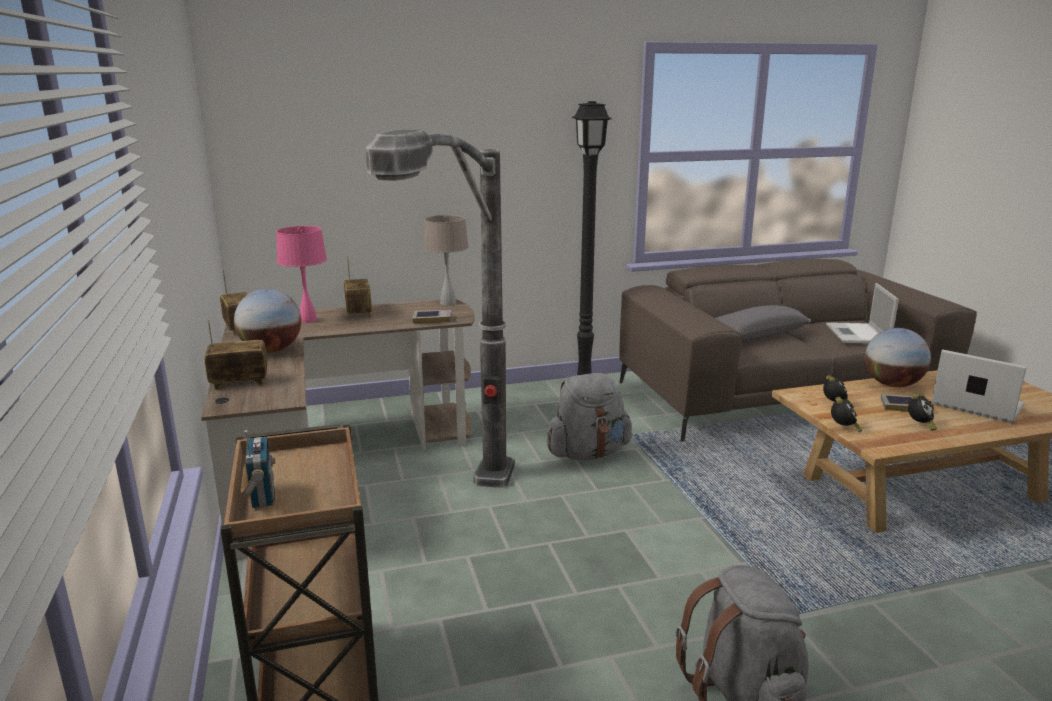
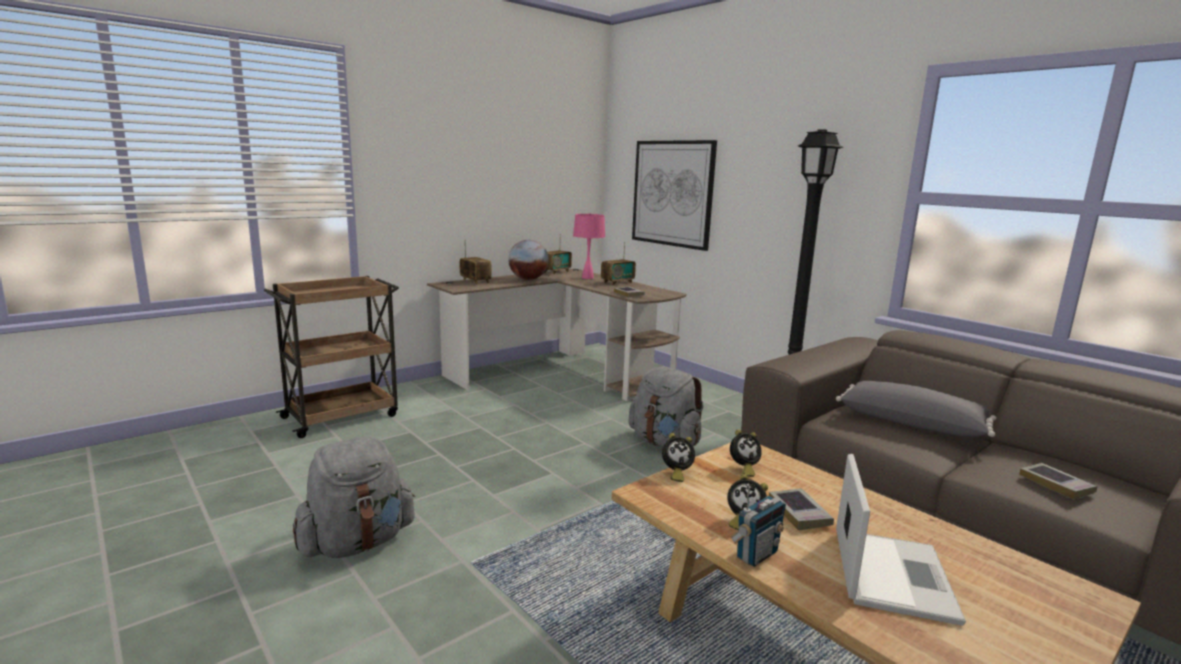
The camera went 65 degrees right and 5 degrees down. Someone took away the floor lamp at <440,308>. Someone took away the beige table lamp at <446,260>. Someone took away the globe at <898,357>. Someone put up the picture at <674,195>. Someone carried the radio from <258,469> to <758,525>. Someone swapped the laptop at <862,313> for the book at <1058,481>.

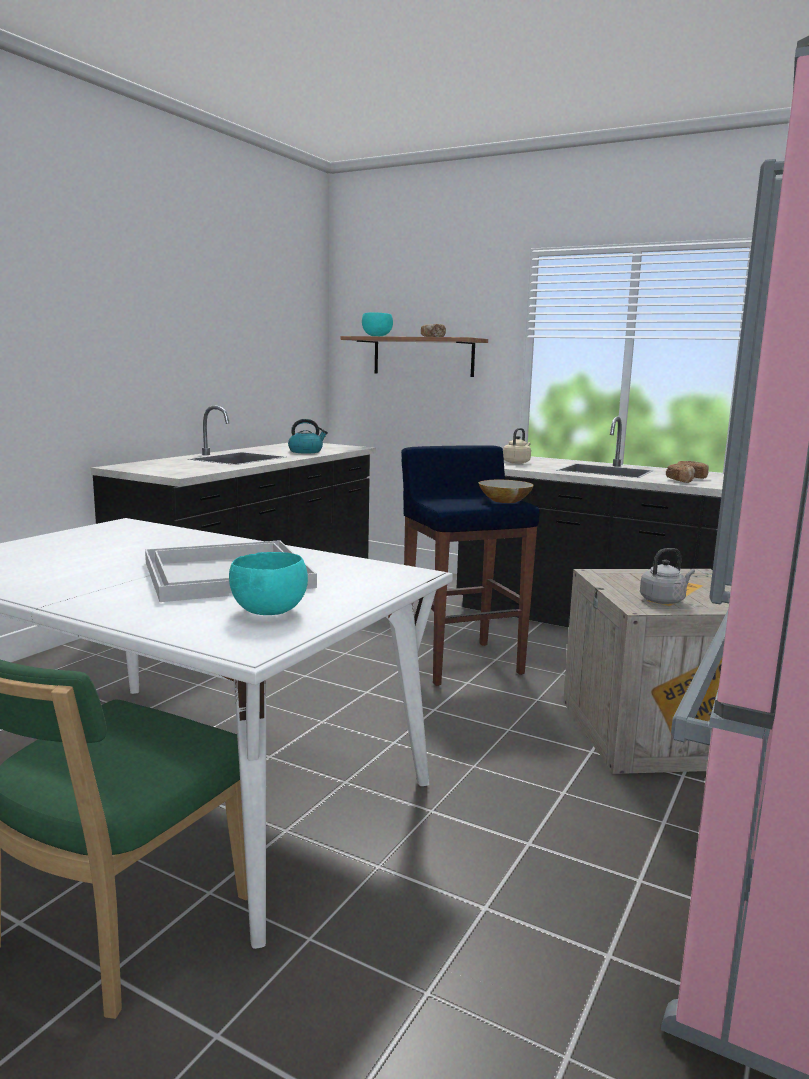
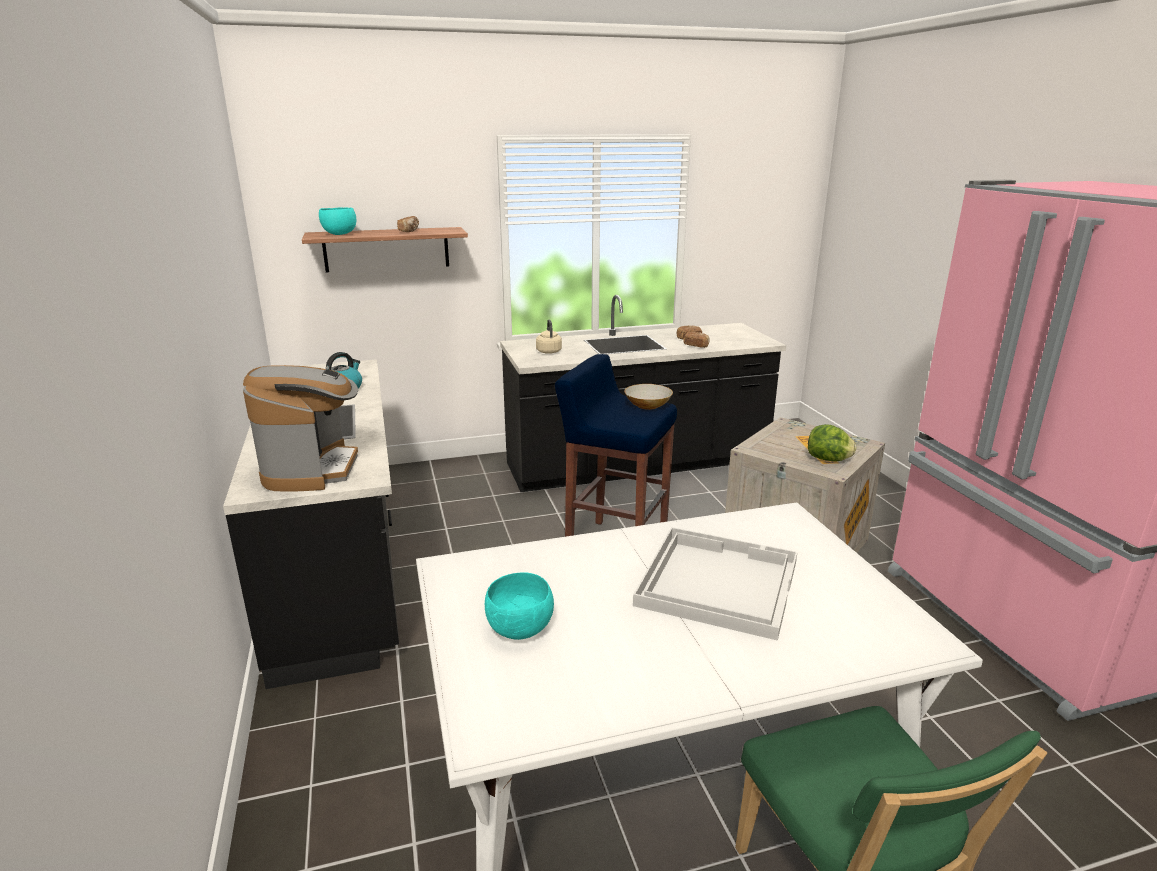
The camera went 45 degrees left and 10 degrees up. Someone put down the coffee machine at <300,428>. Someone carried the turquoise bowl from <268,583> to <519,606>. Someone swapped the grey kettle at <667,576> for the lettuce at <832,443>.

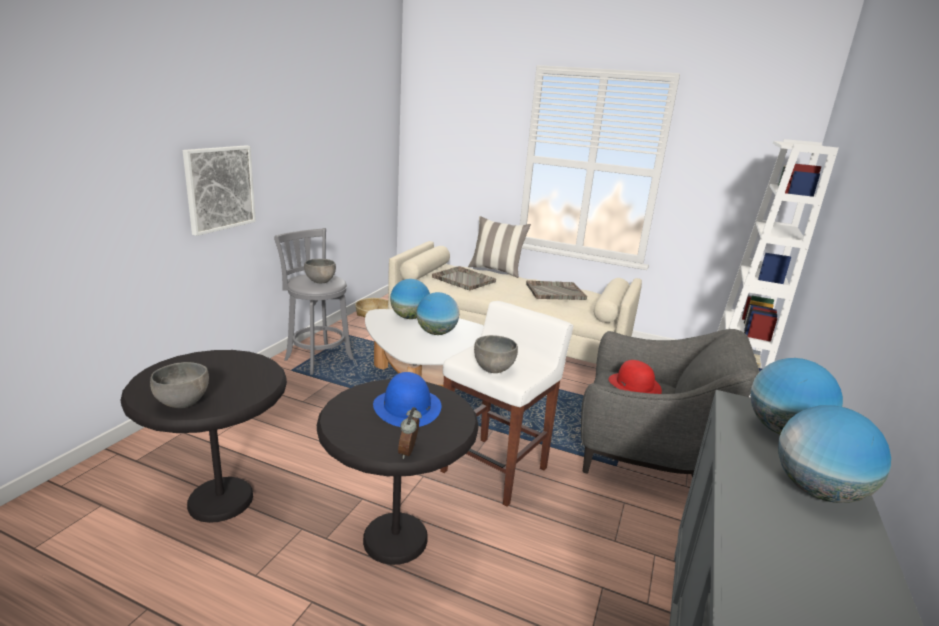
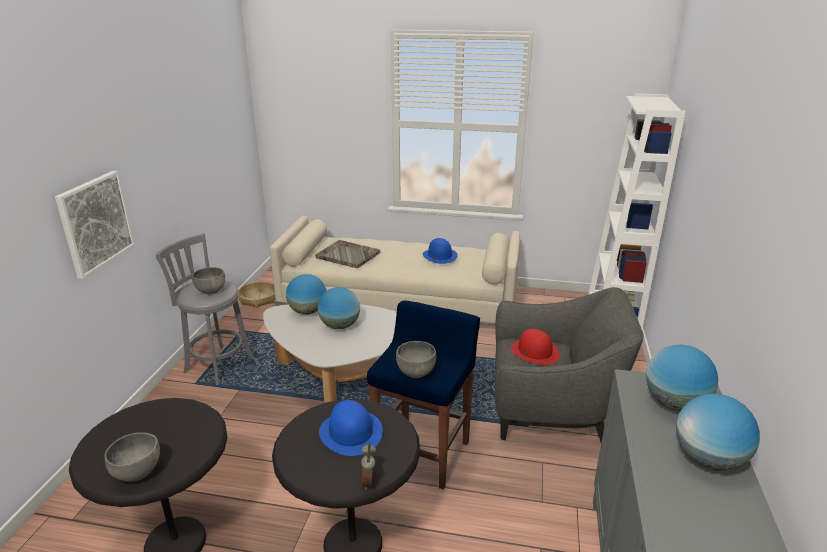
The camera went 10 degrees left and 5 degrees up. Someone took away the pillow at <499,247>. Someone swapped the grey tray at <556,290> for the blue hat at <440,251>. Someone repainted the white stool at <506,404>, which became the blue stool at <423,395>.

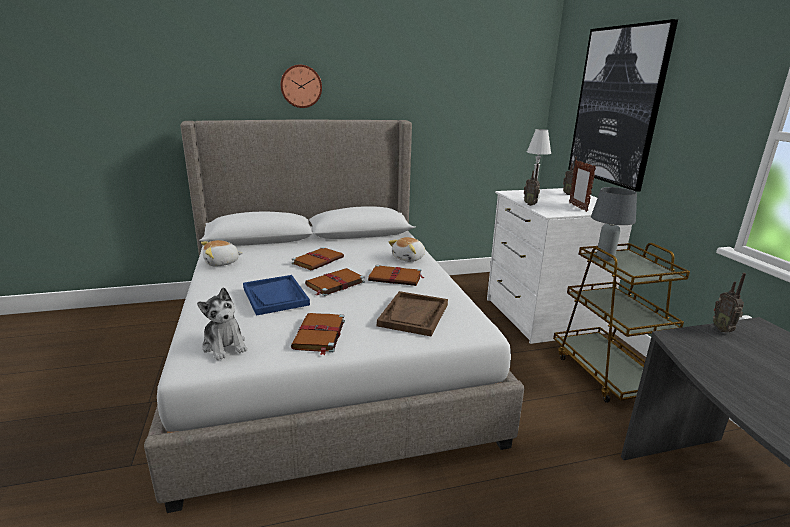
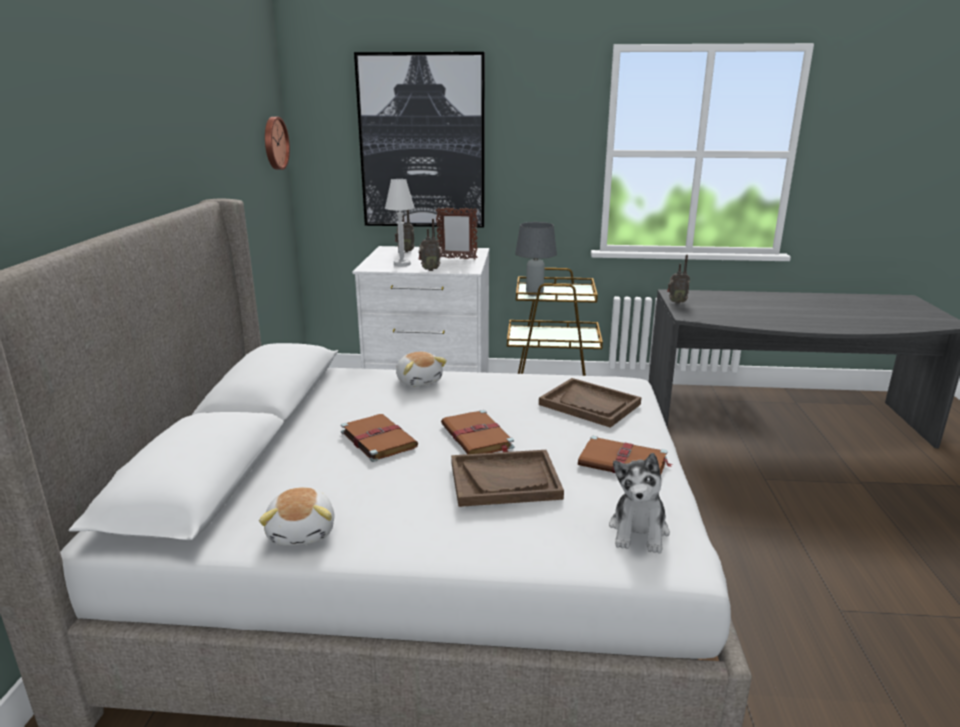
The camera went 70 degrees left and 0 degrees up. Someone took away the brown book at <396,275>. Someone carried the wall clock from <301,86> to <277,143>. Someone repainted the blue tray at <276,295>, which became the brown tray at <507,478>. Someone rotated the plush toy at <222,323> by 120 degrees clockwise.

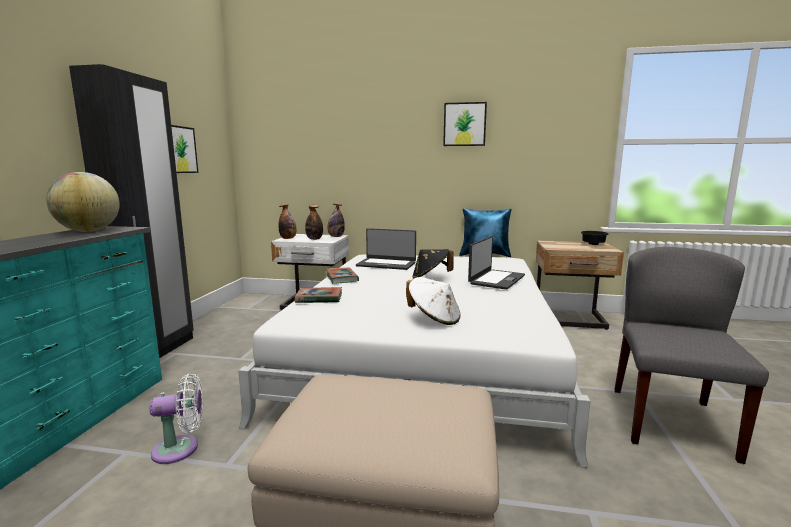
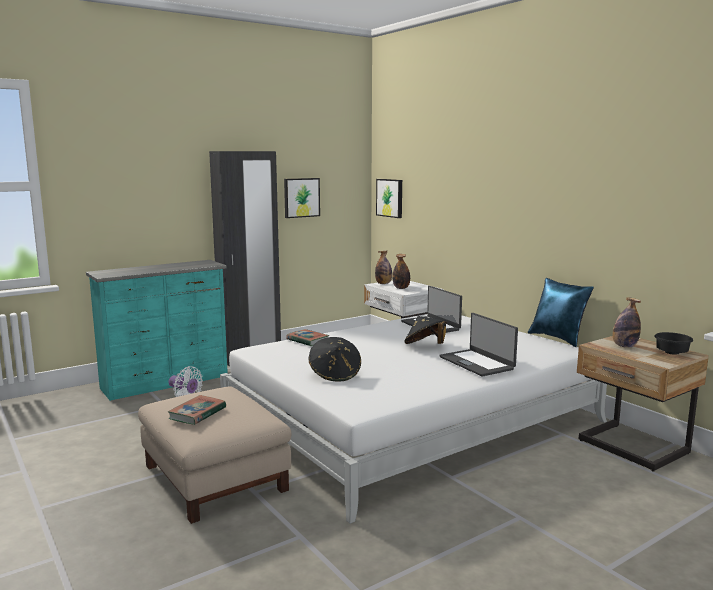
The camera went 45 degrees right and 0 degrees up. Someone took away the globe at <83,202>. Someone took away the grey chair at <691,355>. Someone carried the book from <342,276> to <197,410>. Someone carried the bottle from <336,220> to <627,322>. Someone carried the picture from <465,124> to <389,198>. Someone repainted the white hat at <433,301>, which became the black hat at <334,359>. Someone rotated the laptop at <496,263> by 75 degrees clockwise.

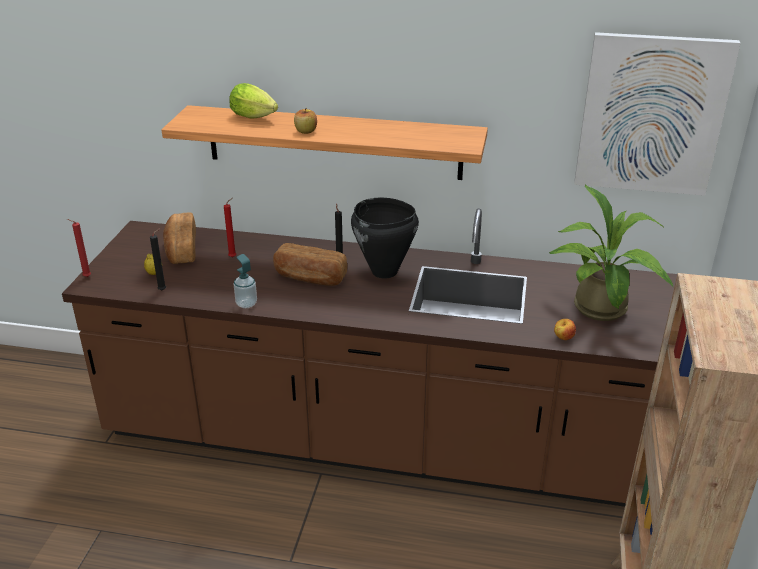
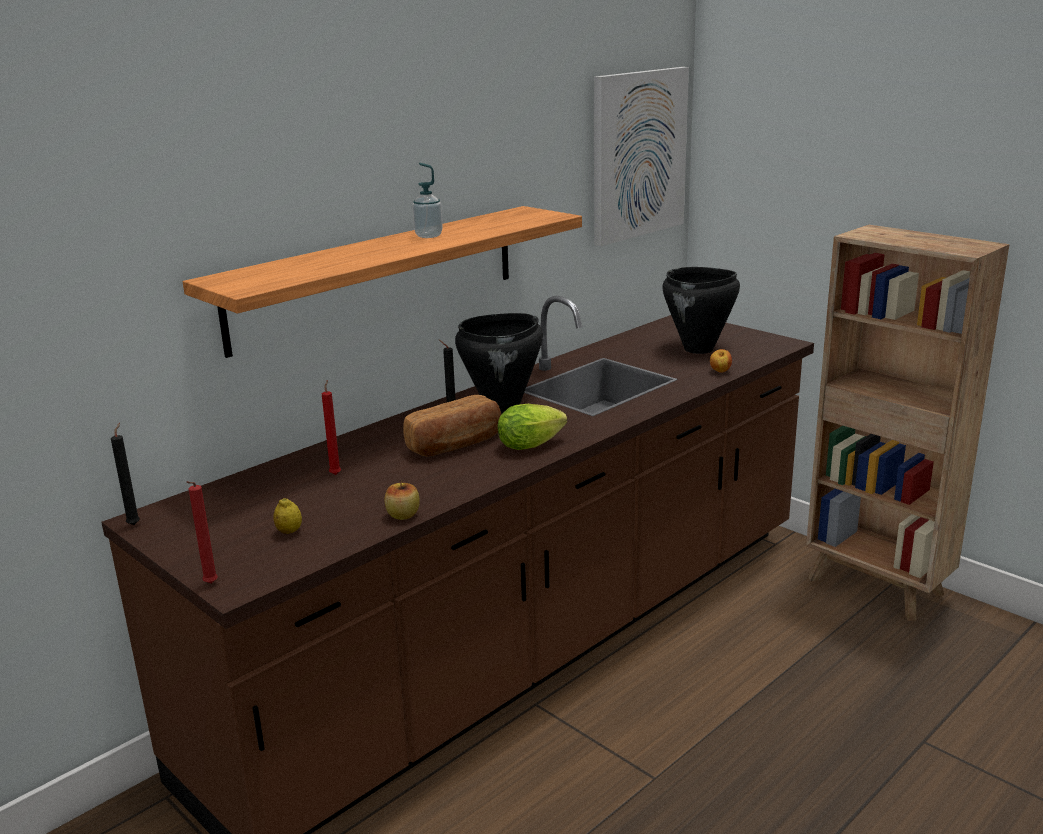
The camera went 55 degrees left and 10 degrees down. Someone took away the bread at <179,238>. Someone carried the black candle from <158,260> to <125,474>. Someone carried the lettuce from <253,101> to <532,427>. Someone carried the soap dispenser from <245,281> to <428,200>. Someone carried the apple from <305,121> to <402,500>. Someone swapped the potted plant at <611,252> for the black cooking pot at <701,310>.

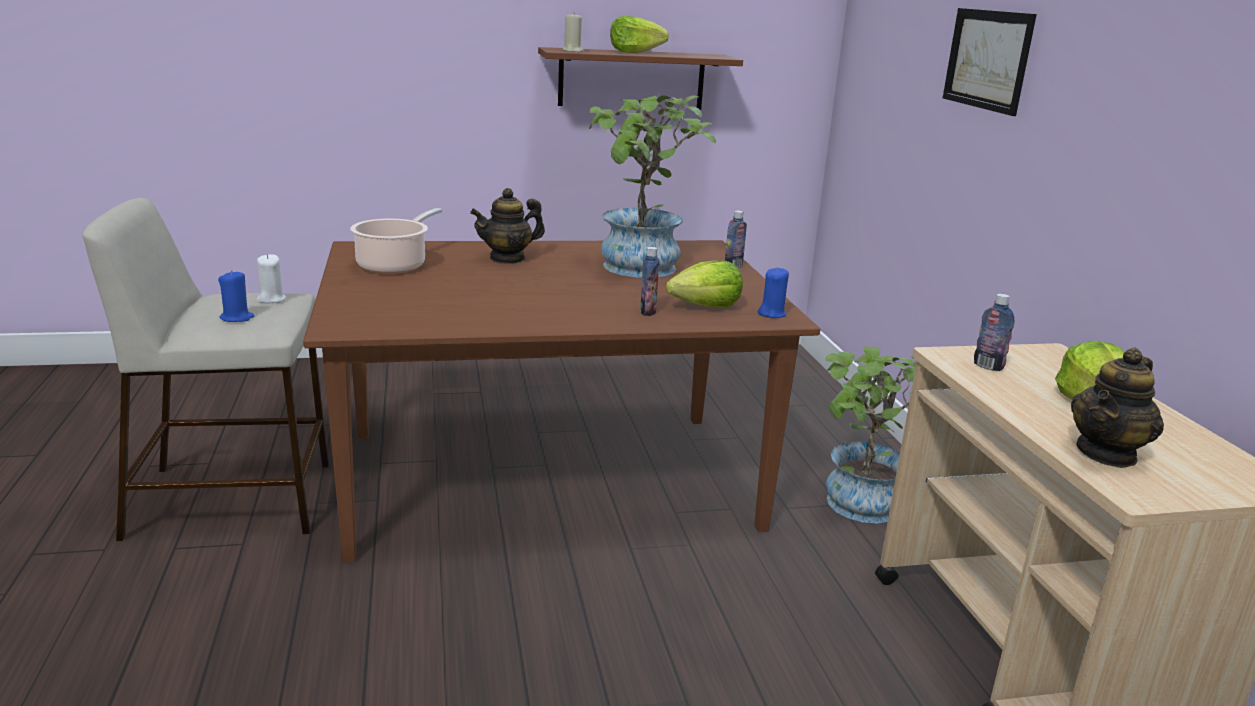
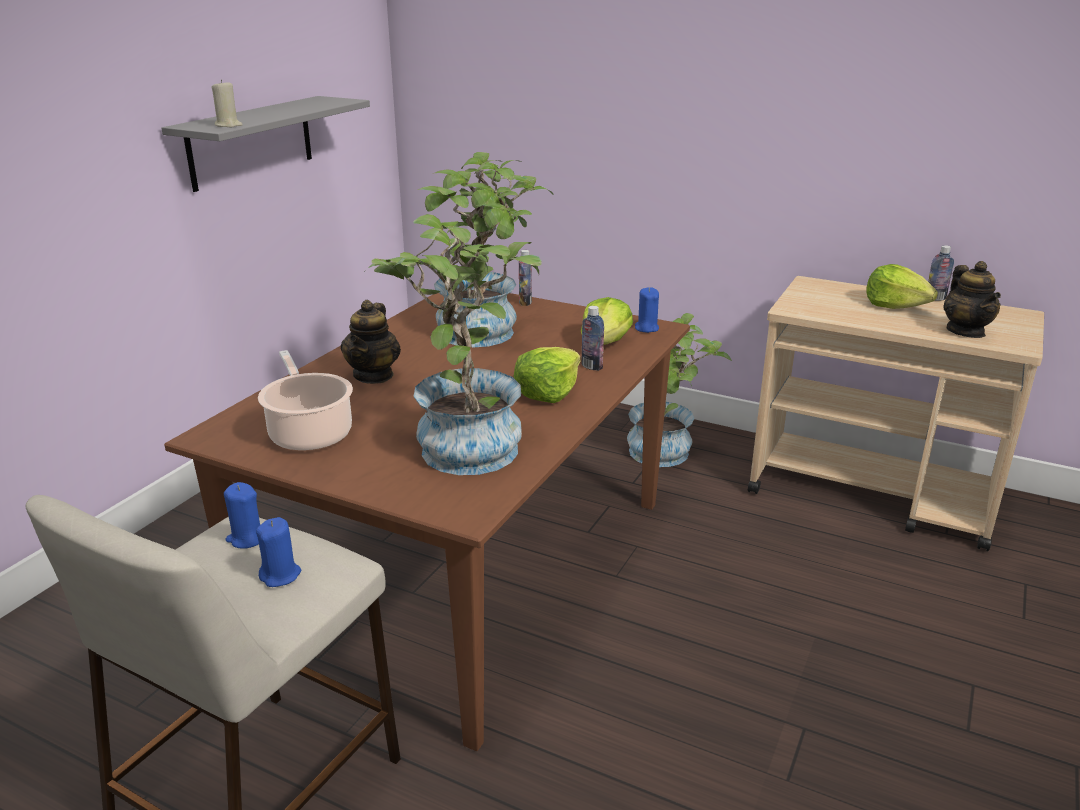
The camera went 50 degrees left and 5 degrees up. Someone took away the picture at <990,62>. Someone put down the potted plant at <453,344>. Someone carried the lettuce from <639,34> to <546,375>. Someone carried the bottle from <994,332> to <941,273>. Someone repainted the white candle at <271,279>, which became the blue candle at <242,515>. Someone repainted the brown shelf at <640,78>, which became the grey shelf at <266,144>.

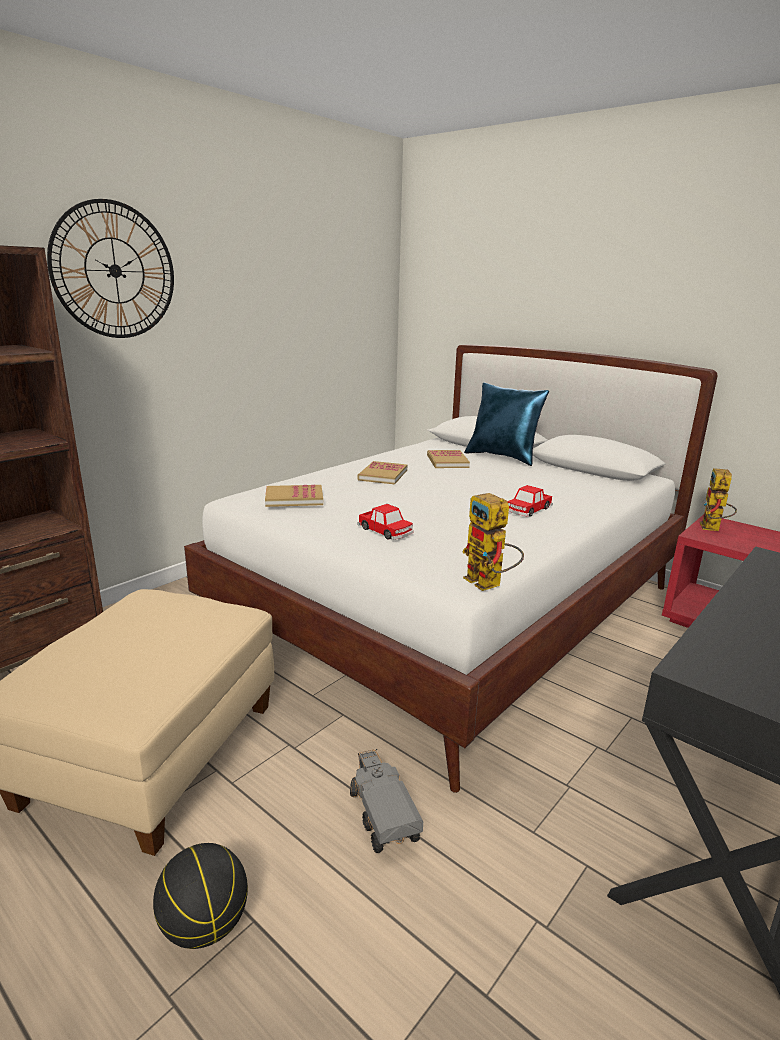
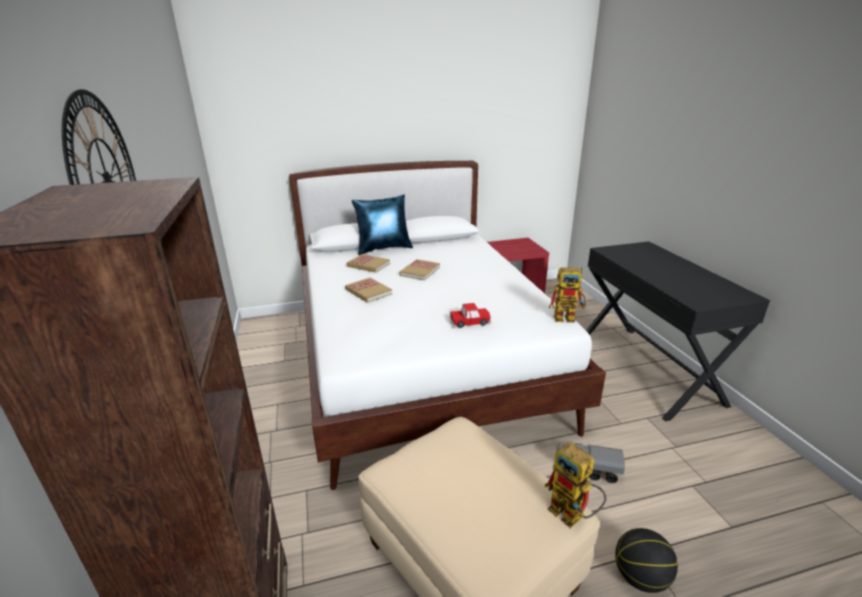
The camera went 55 degrees left and 5 degrees up. Someone took away the toy car at <530,501>. Someone carried the book from <294,496> to <419,269>. Someone carried the toy robot from <718,499> to <575,485>.

